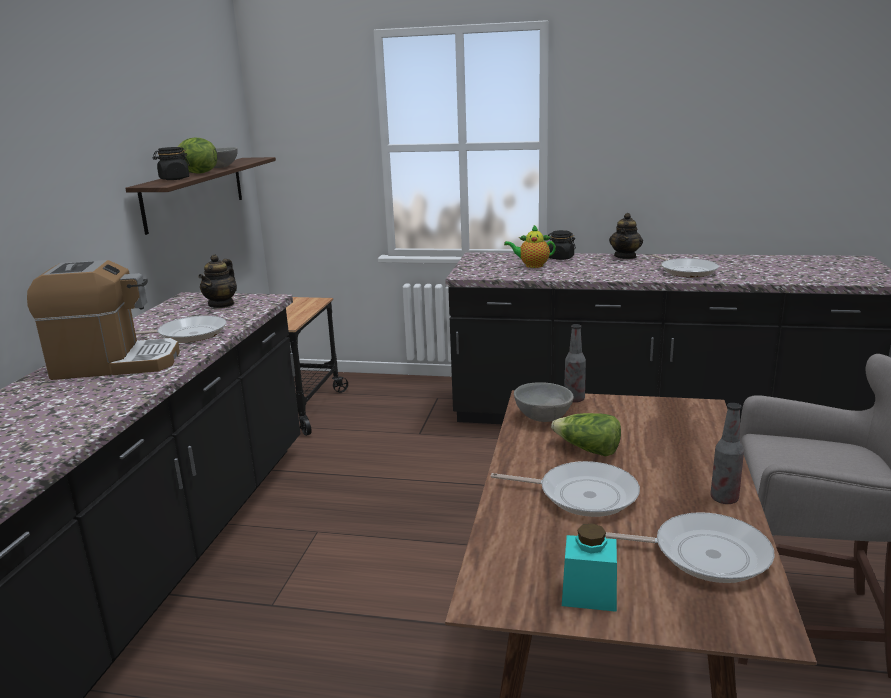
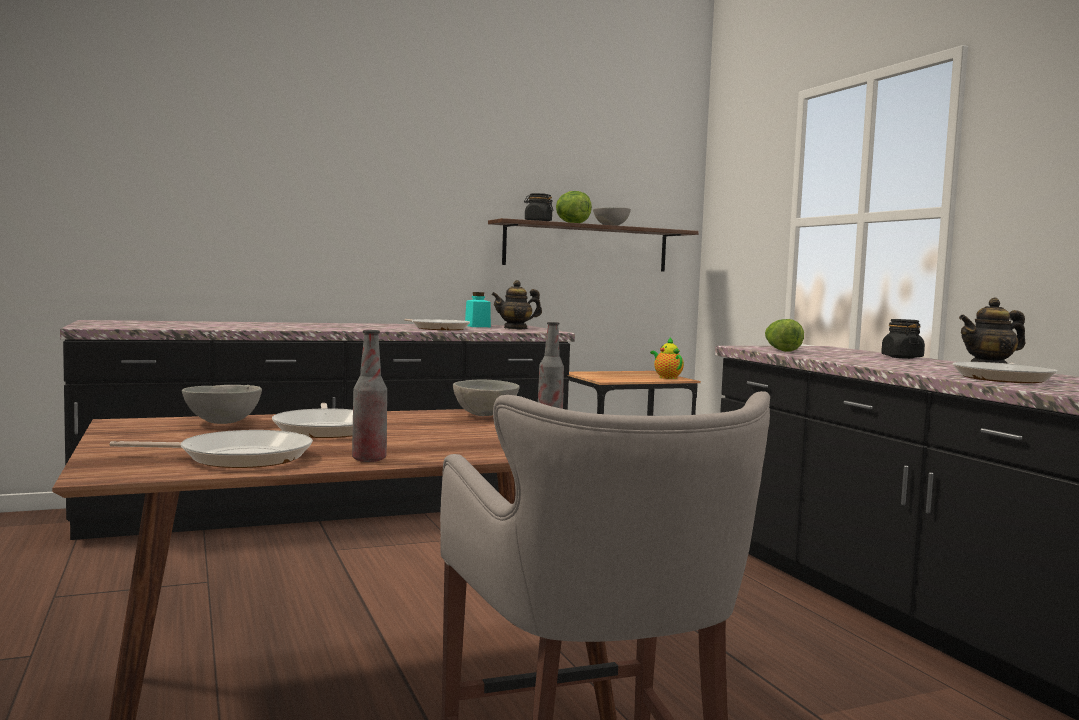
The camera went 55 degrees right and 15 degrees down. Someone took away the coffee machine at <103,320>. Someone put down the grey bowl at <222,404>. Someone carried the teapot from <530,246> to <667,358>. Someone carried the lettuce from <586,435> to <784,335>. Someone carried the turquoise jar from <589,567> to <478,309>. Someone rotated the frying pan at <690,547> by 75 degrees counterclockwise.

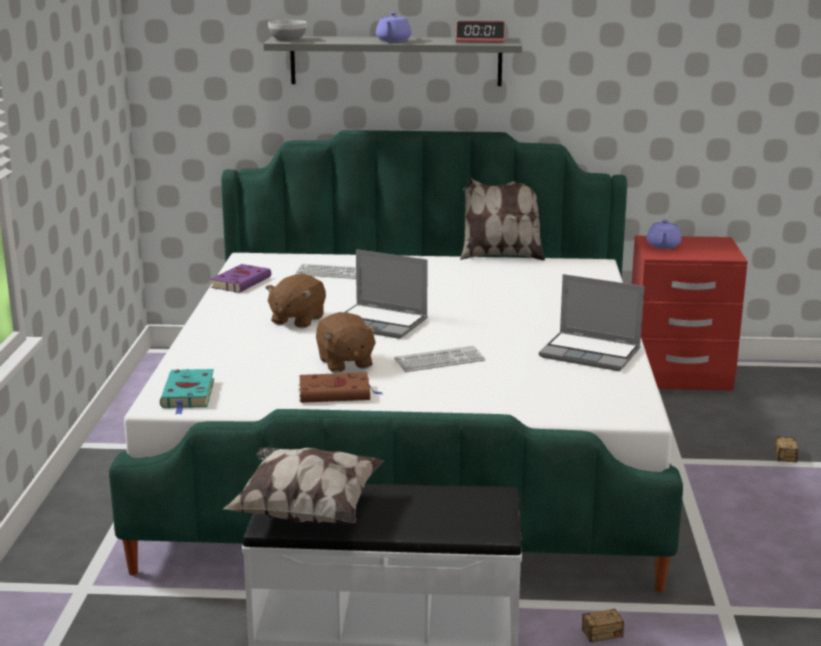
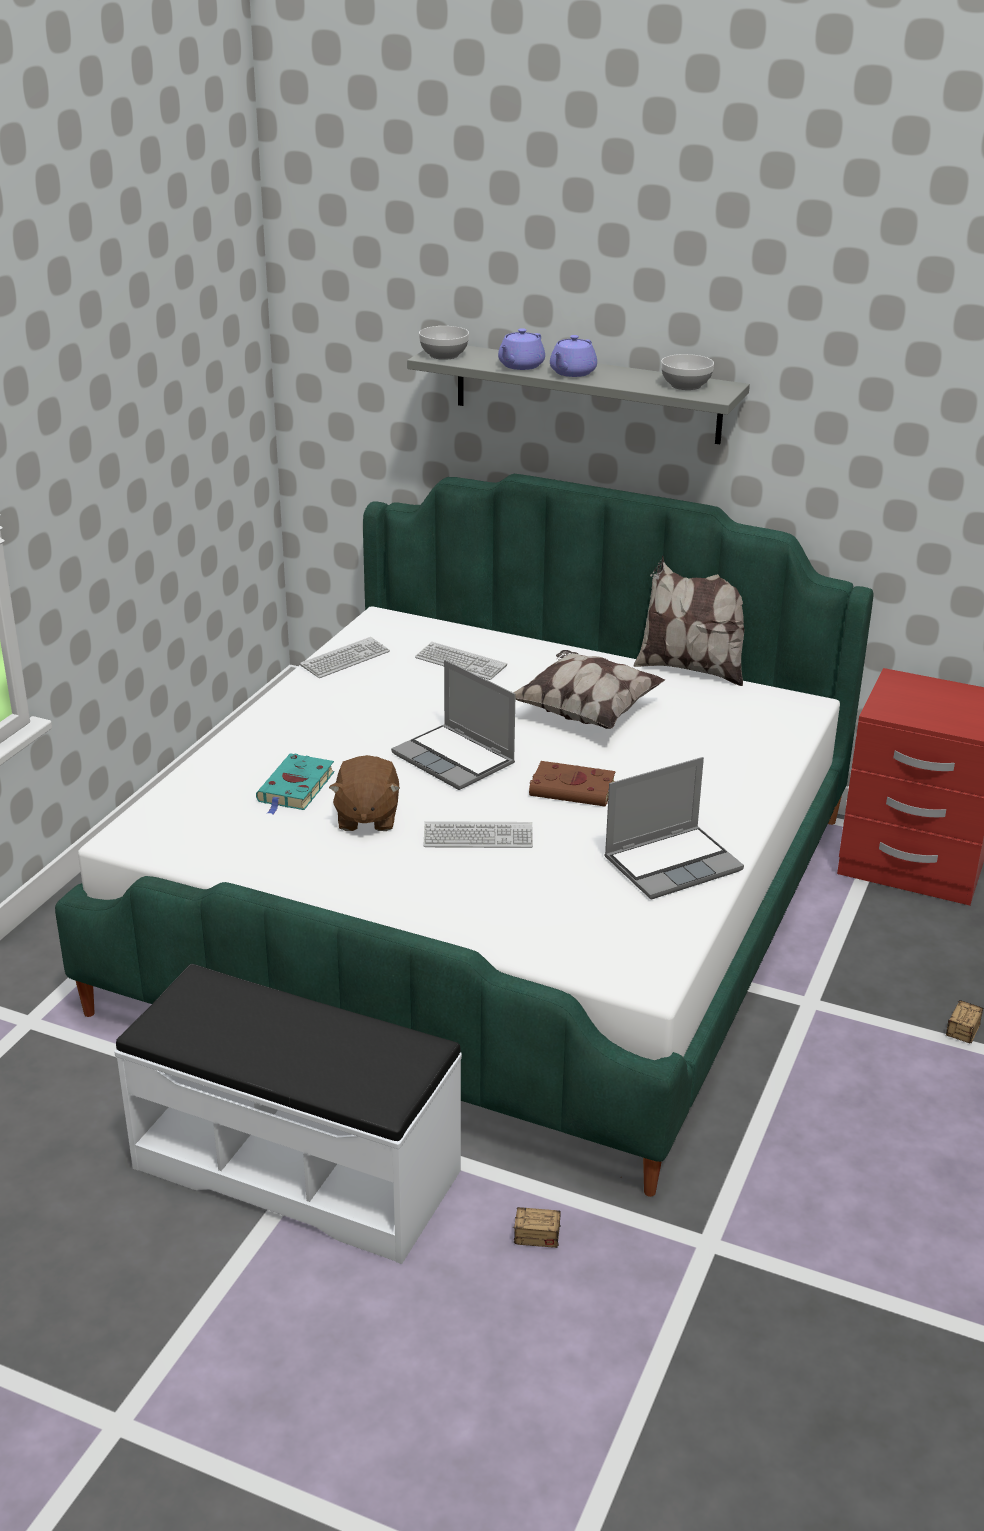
The camera went 20 degrees right and 10 degrees up. Someone took away the brown plush toy at <295,301>. Someone carried the turquoise book from <187,391> to <295,783>. Someone carried the pillow from <303,486> to <589,689>. Someone carried the brown book from <340,387> to <572,784>. Someone carried the purple teapot from <663,234> to <521,349>. Someone swapped the purple book at <240,278> for the keyboard at <345,657>. Someone swapped the alarm clock at <480,32> for the bowl at <687,372>. Someone rotated the laptop at <591,322> by 75 degrees counterclockwise.

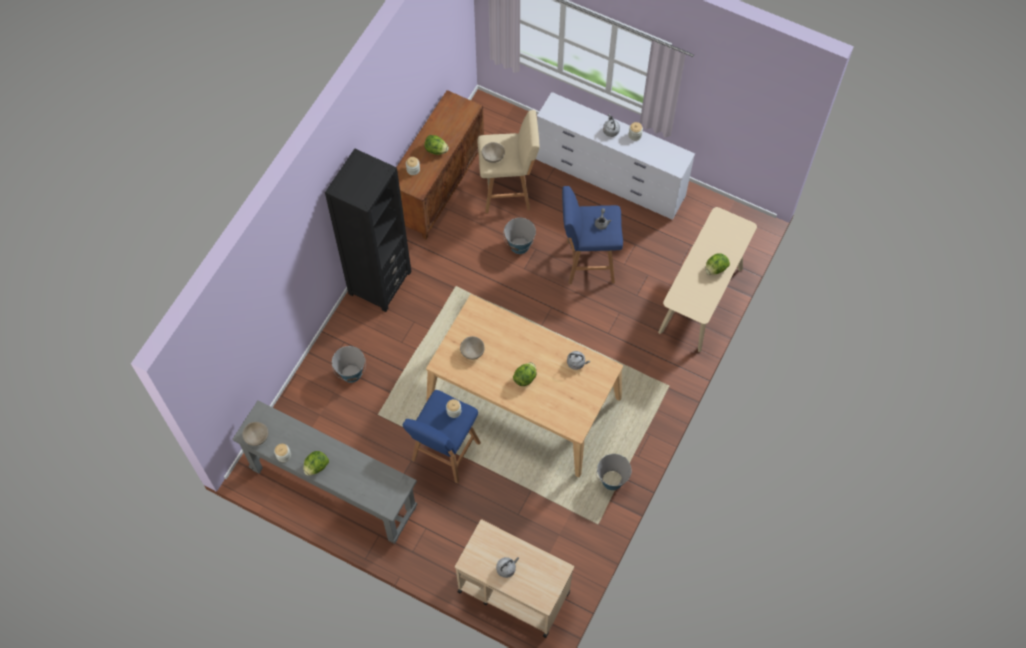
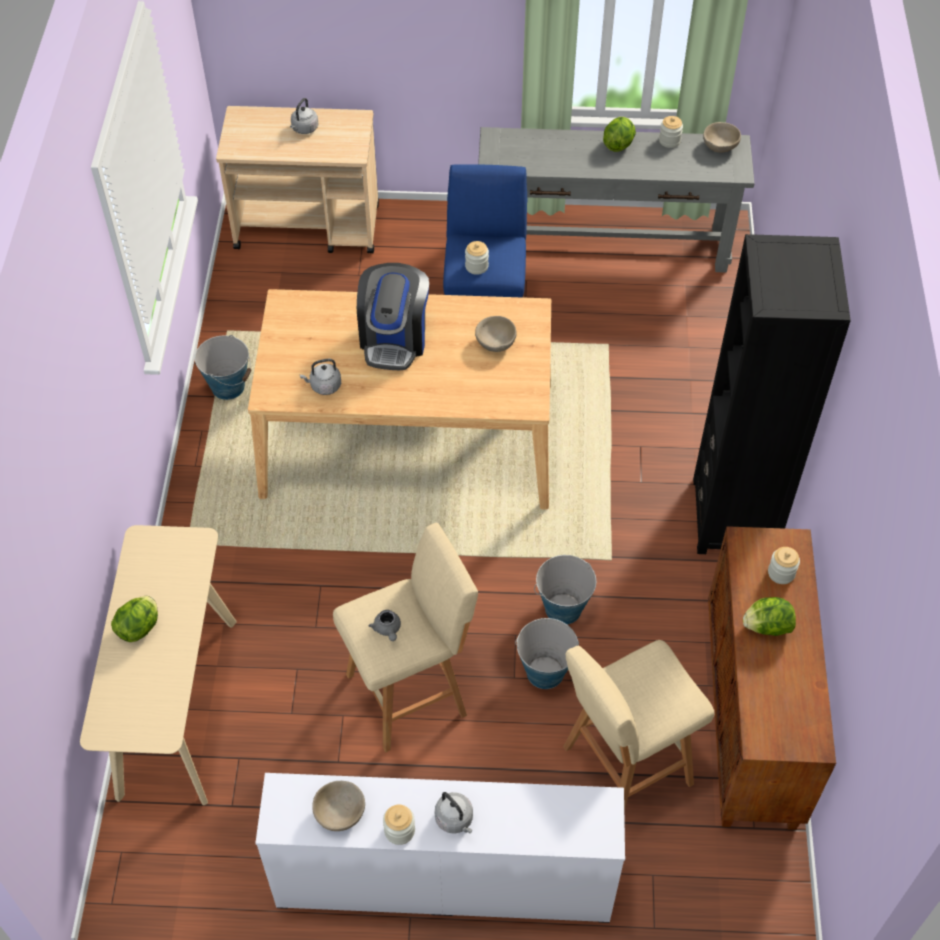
The camera went 155 degrees right and 10 degrees down. Someone carried the bucket from <349,364> to <565,590>. Someone carried the beige bowl from <493,152> to <338,806>. Someone swapped the lettuce at <525,374> for the coffee machine at <393,316>. Someone repainted the blue stool at <592,235>, which became the beige stool at <405,637>.

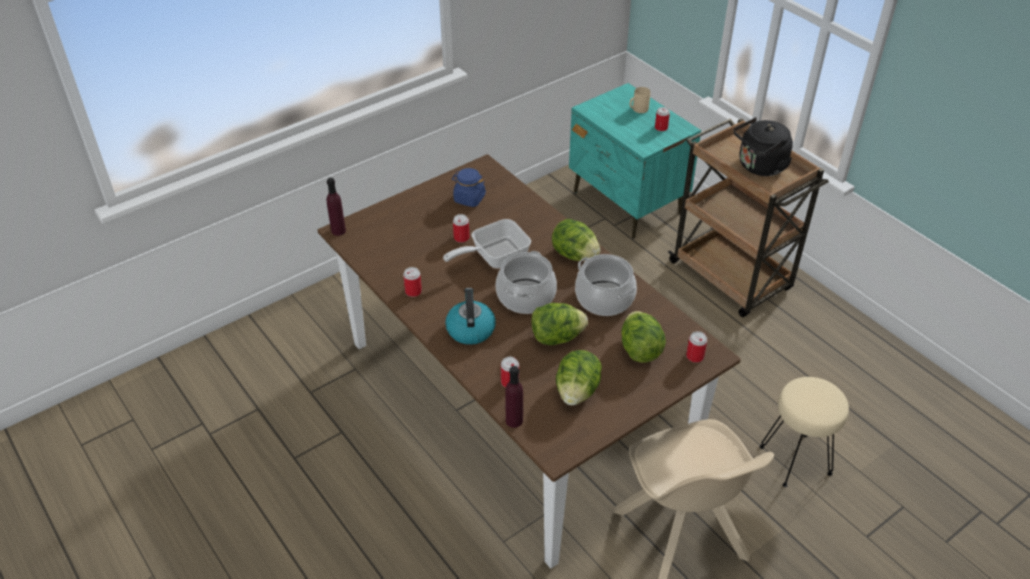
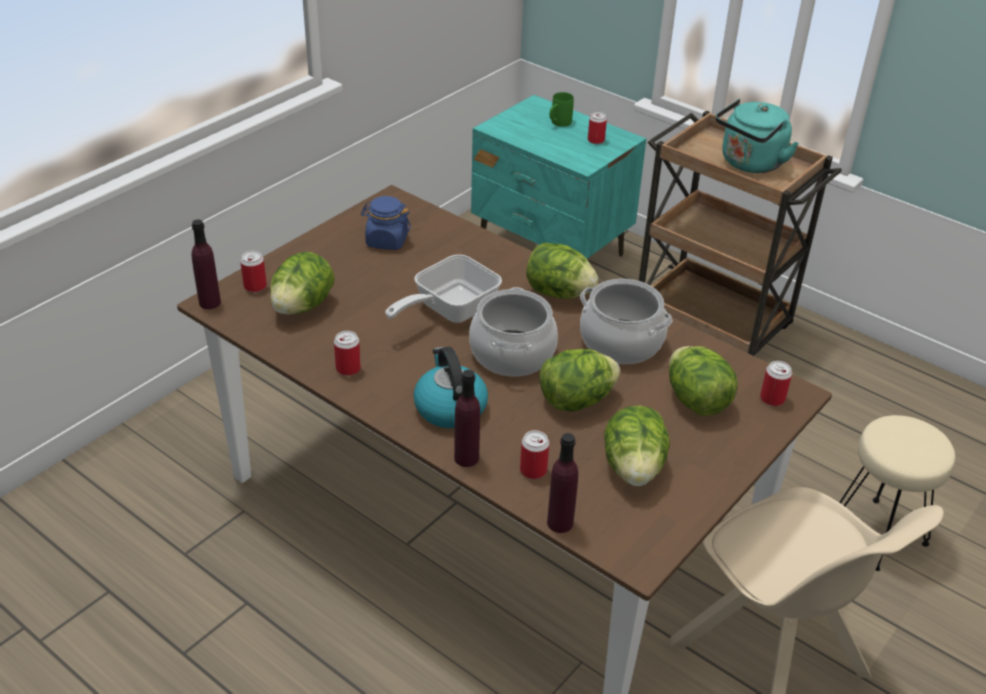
The camera went 15 degrees left and 5 degrees down. Someone put down the lettuce at <302,283>. Someone put down the purple bottle at <467,418>. Someone carried the can from <461,228> to <253,271>. Someone repainted the beige mug at <640,100>, which became the green mug at <562,109>. Someone repainted the black kettle at <763,146>, which became the turquoise kettle at <757,136>.

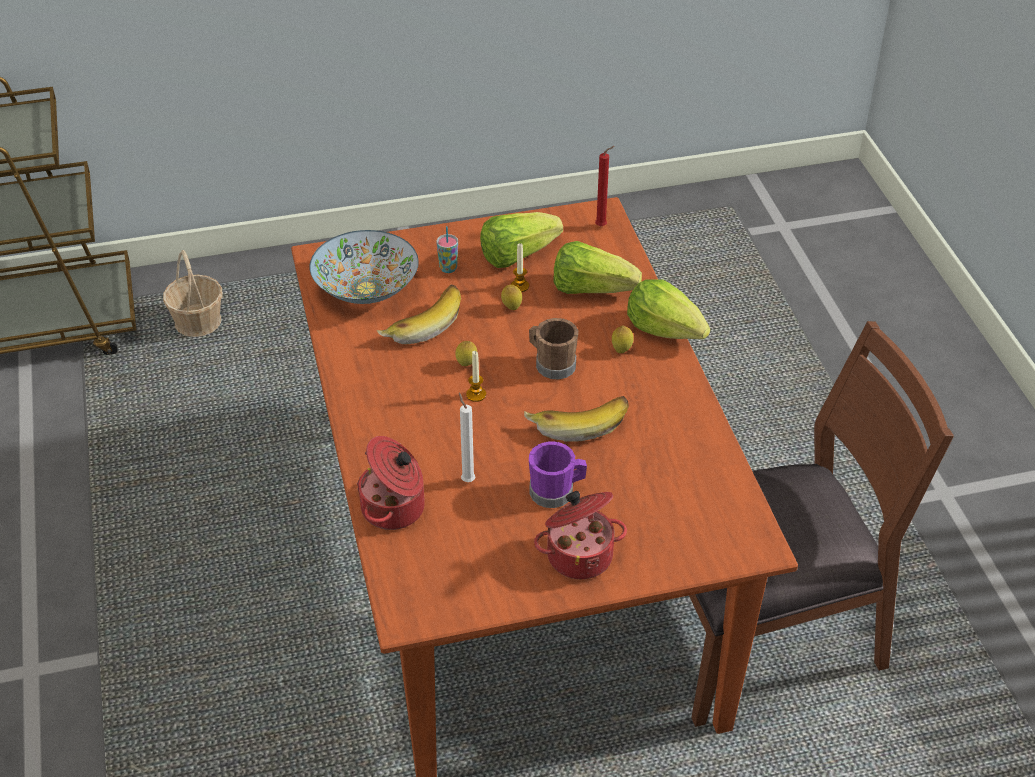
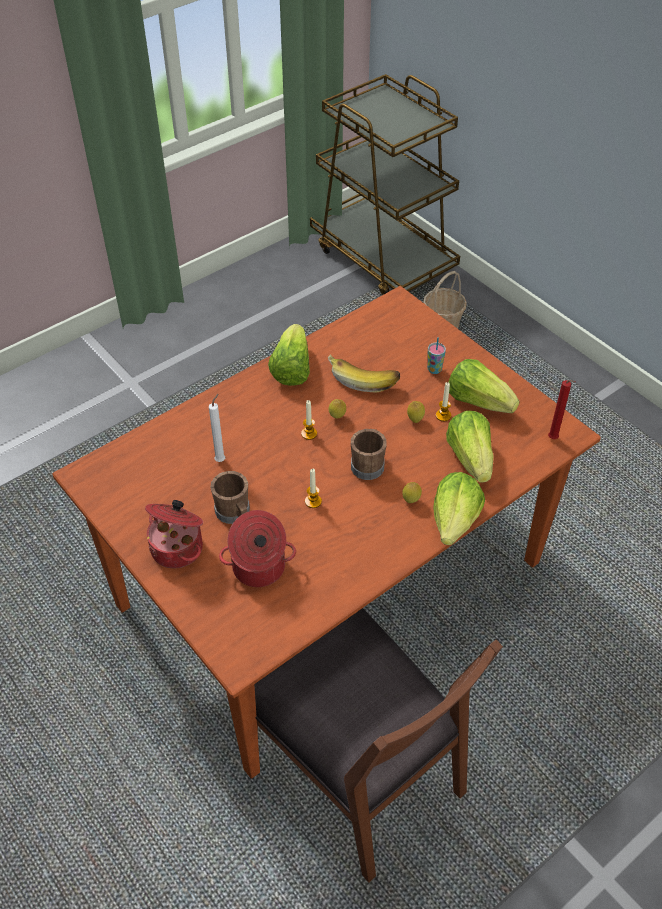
The camera went 65 degrees right and 5 degrees up. Someone took away the bowl at <364,267>. Someone put down the lettuce at <289,355>. Someone carried the cooking pot from <391,483> to <257,548>. Someone swapped the banana at <576,419> for the candle at <313,488>. Someone repainted the purple mug at <558,474>, which became the brown mug at <230,497>.

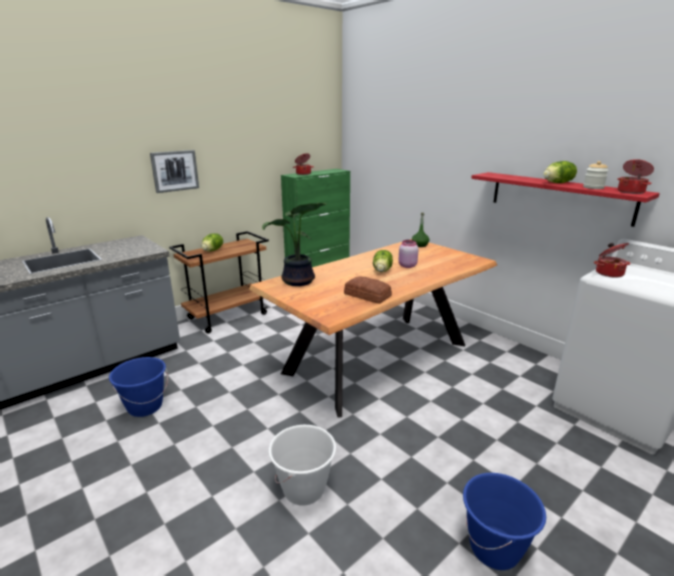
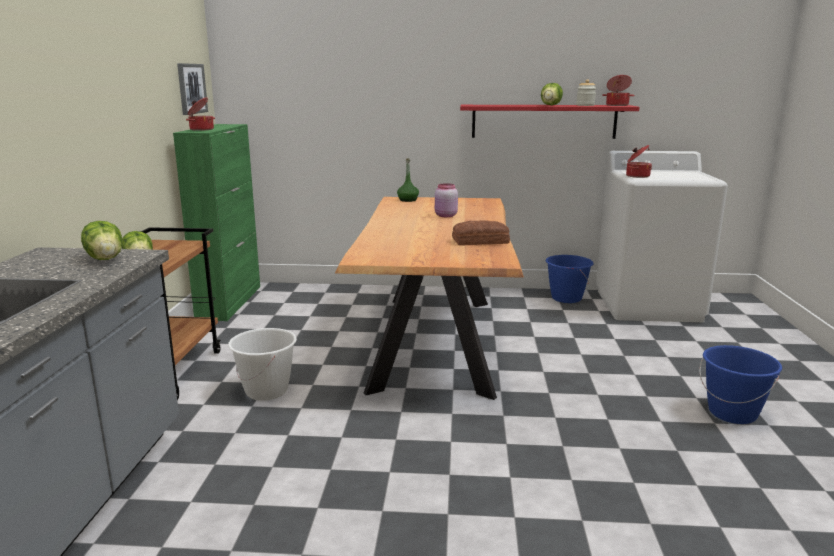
The camera went 45 degrees left and 5 degrees down. Someone took away the potted plant at <294,244>. Someone carried the blue bucket from <138,387> to <570,279>. Someone carried the picture from <174,171> to <192,89>. Someone carried the white bucket from <302,465> to <262,364>. Someone carried the lettuce from <383,261> to <101,240>.

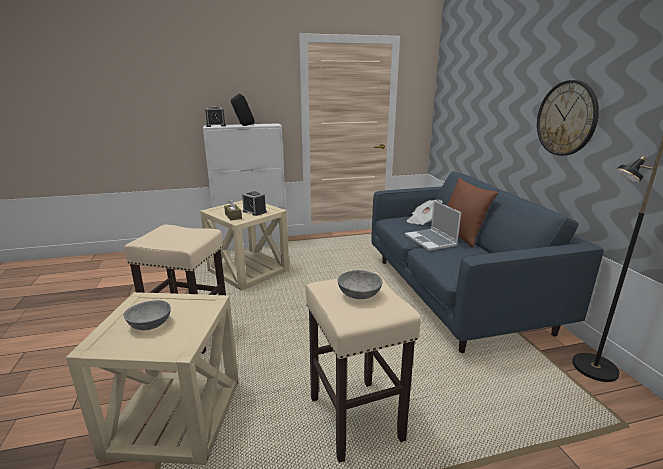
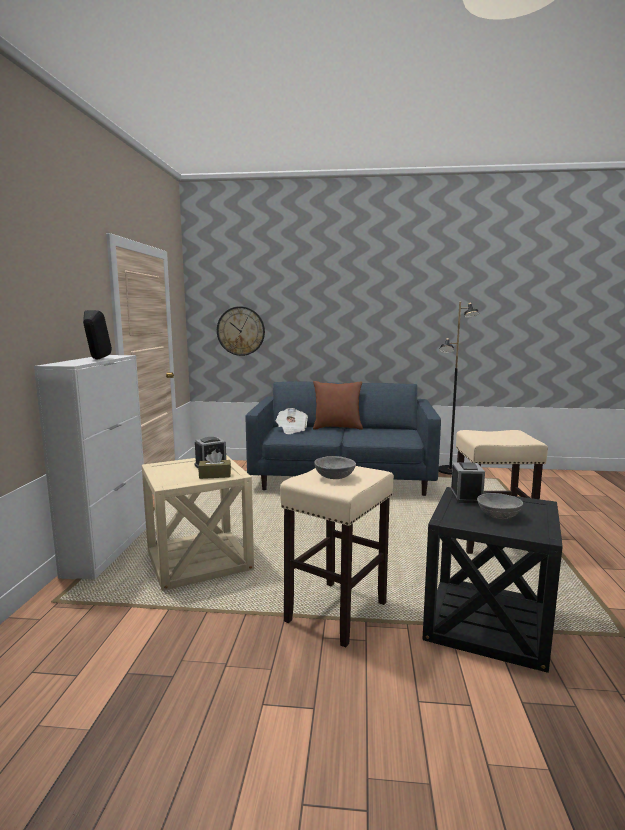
The camera went 70 degrees left and 10 degrees down. Someone took away the laptop at <433,225>. Someone carried the alarm clock from <215,116> to <468,482>. Someone carried the grey bowl from <360,284> to <335,467>. Someone carried the wall clock from <568,118> to <241,331>. Someone repainted the beige side table at <152,378>, which became the black side table at <493,580>.

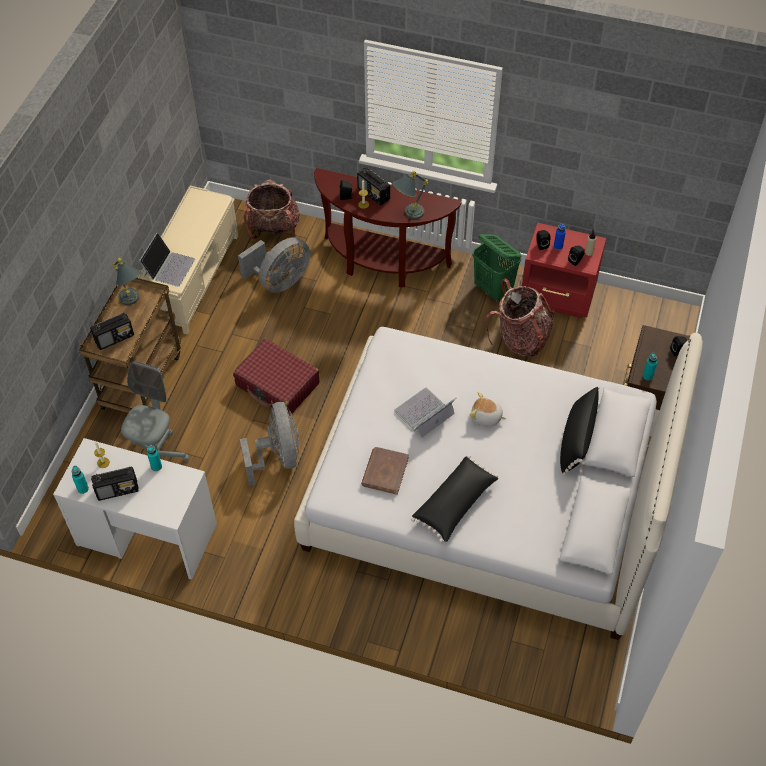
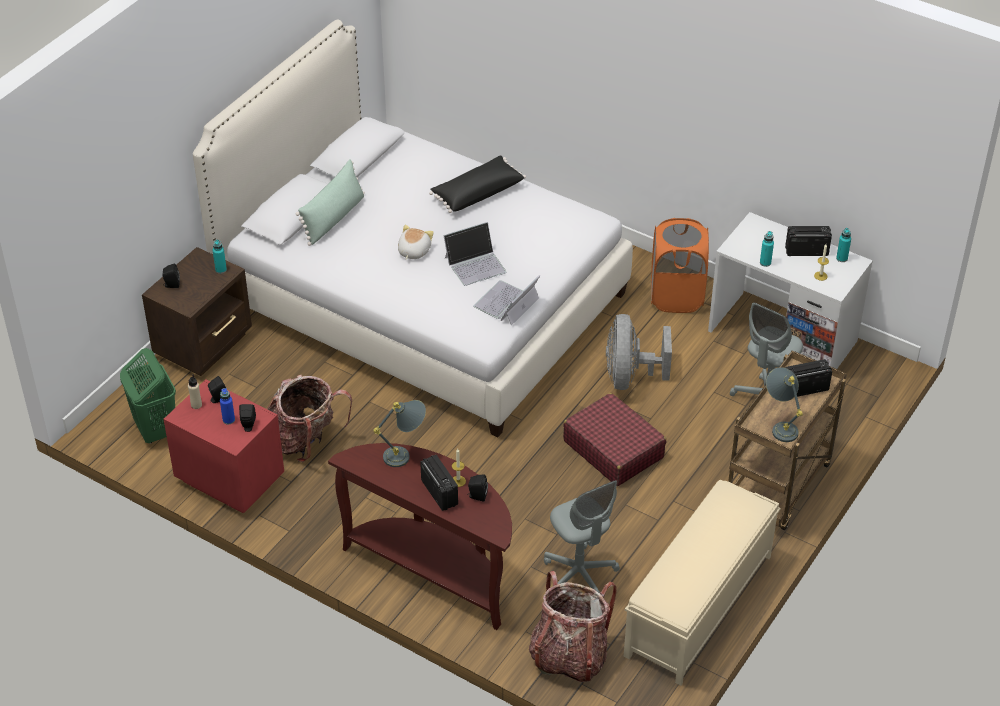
The camera went 165 degrees left and 10 degrees down. Someone took away the brown book at <385,471>. Someone put down the orange laundry basket at <680,265>. Someone carried the laptop from <167,259> to <506,300>. Someone carried the green laundry basket from <497,268> to <148,396>. Someone swapped the grey fan at <274,265> for the grey office chair at <582,536>. Someone repainted the black pillow at <580,431>, which became the green pillow at <330,202>. Someone rotated the plush toy at <488,409> by 105 degrees counterclockwise.

